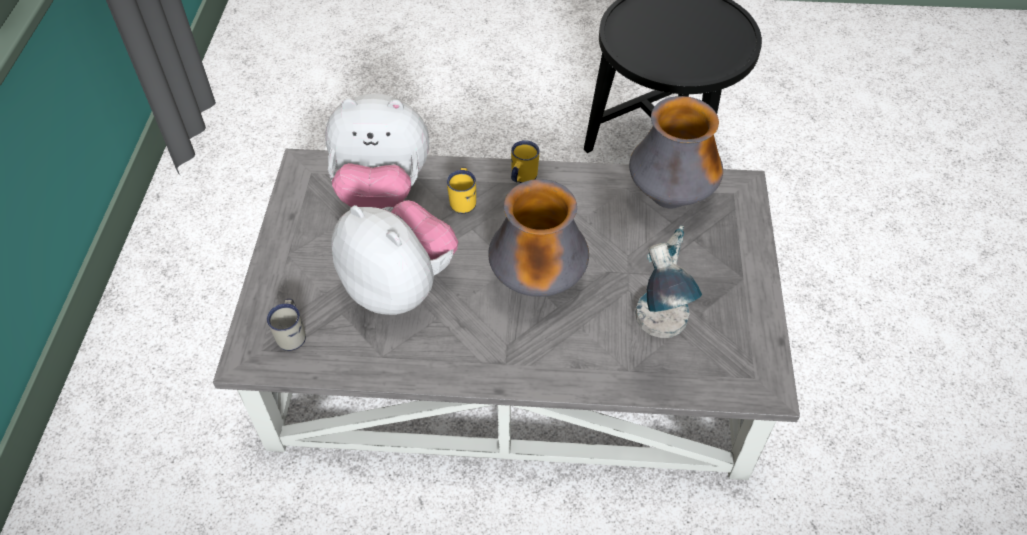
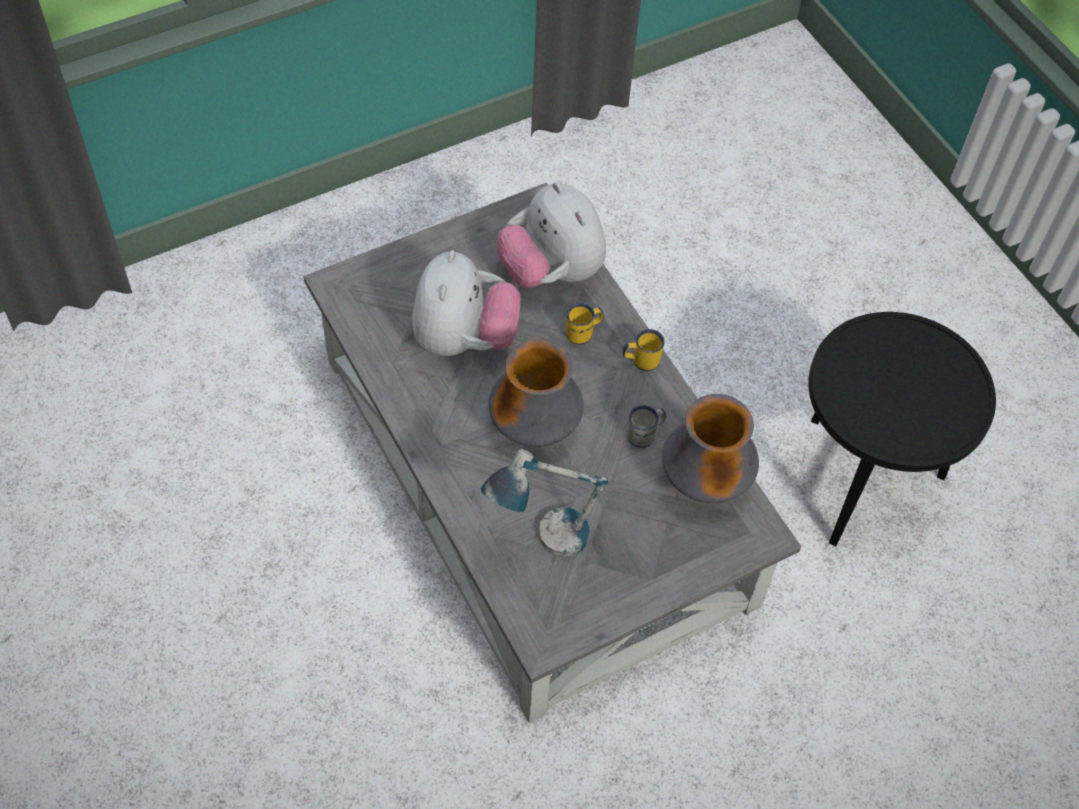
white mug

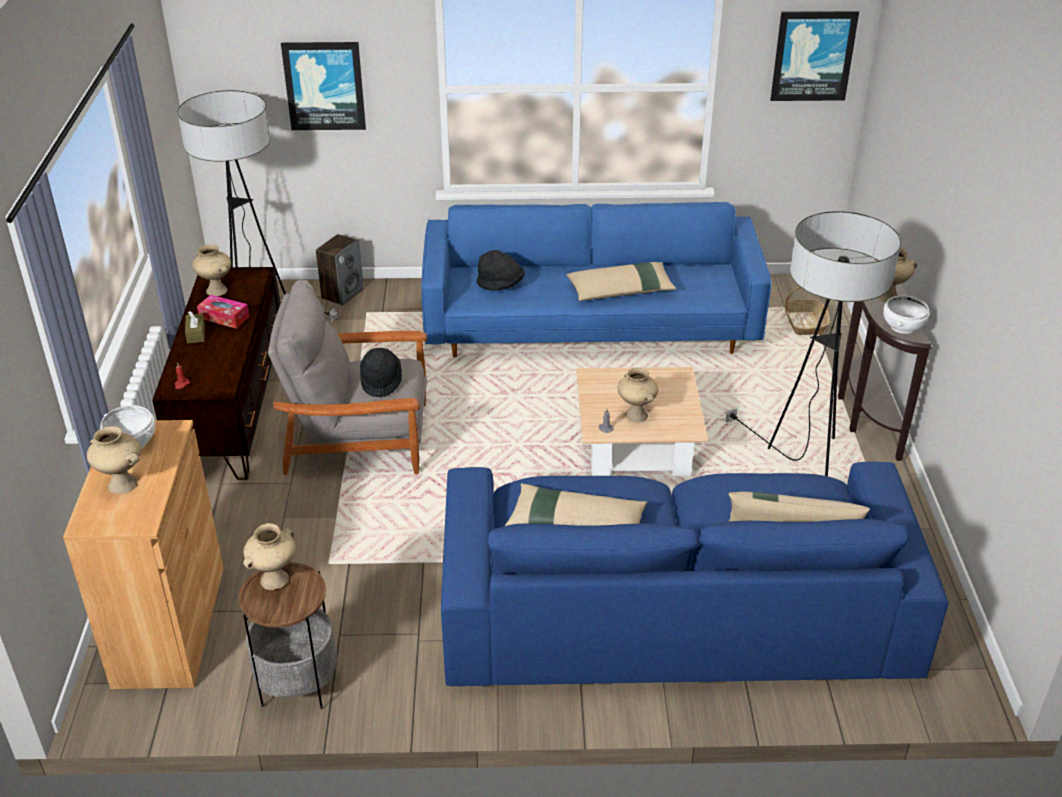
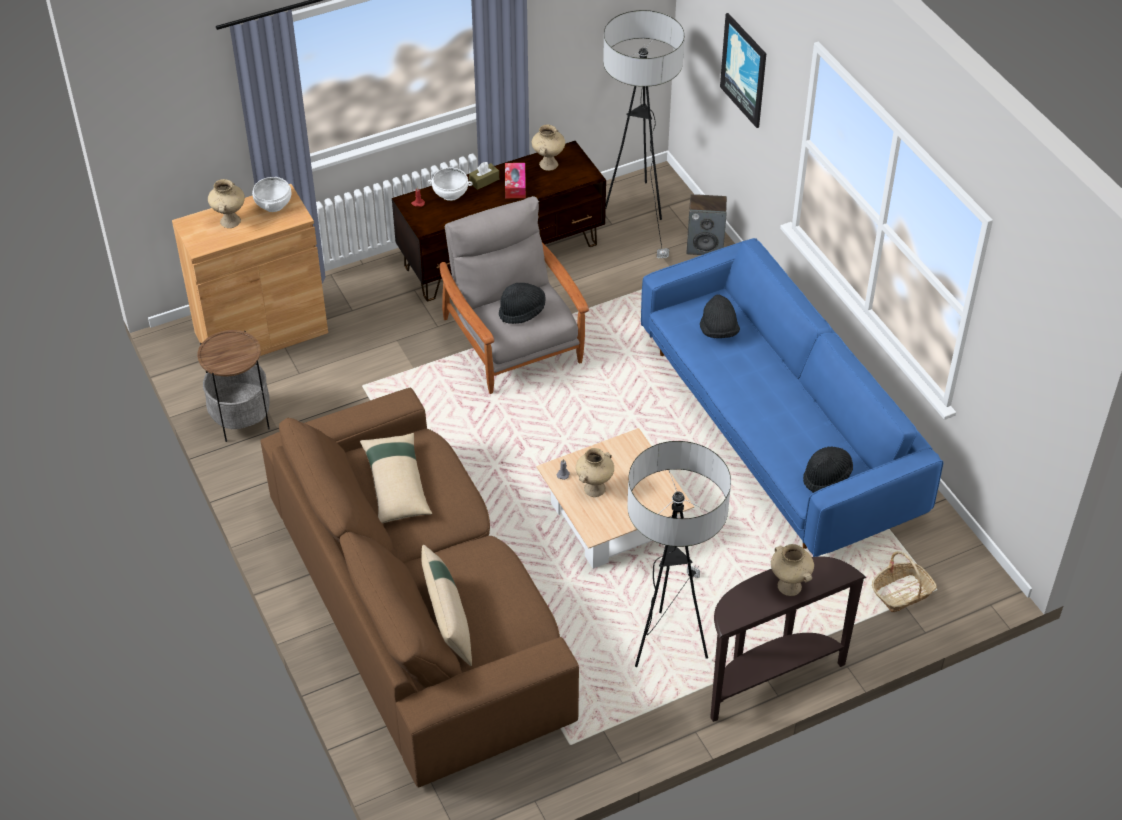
beige vase (3rd from left in the first image)
beige pillow (2nd from left in the first image)
picture (2nd from left in the first image)
black hat (3rd from left)
white bowl (2nd from left)
brown sofa

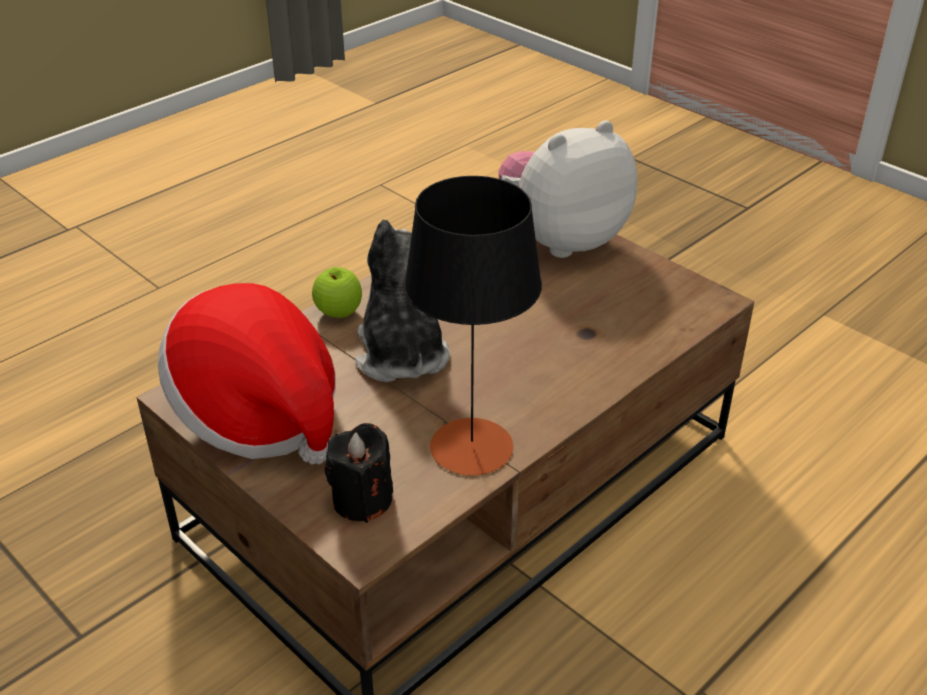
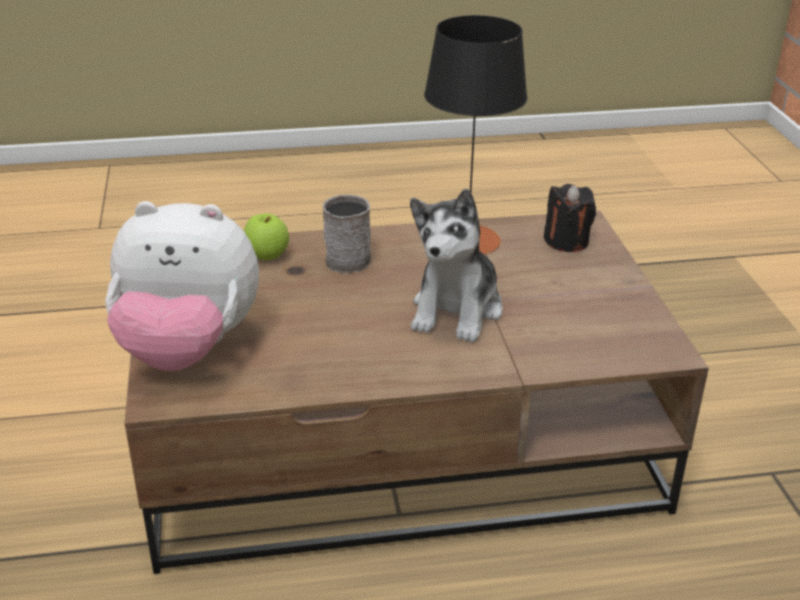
hat
grey mug
apple

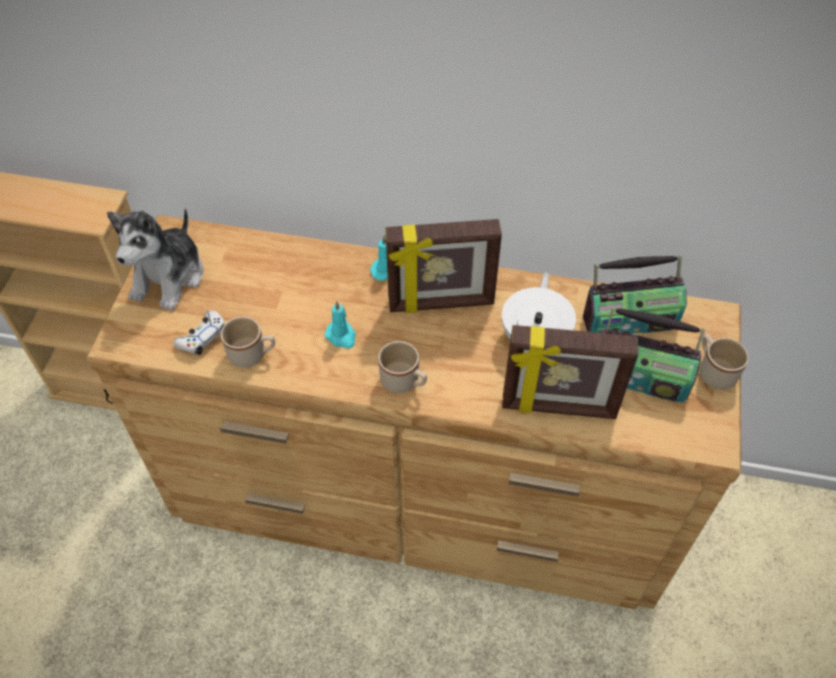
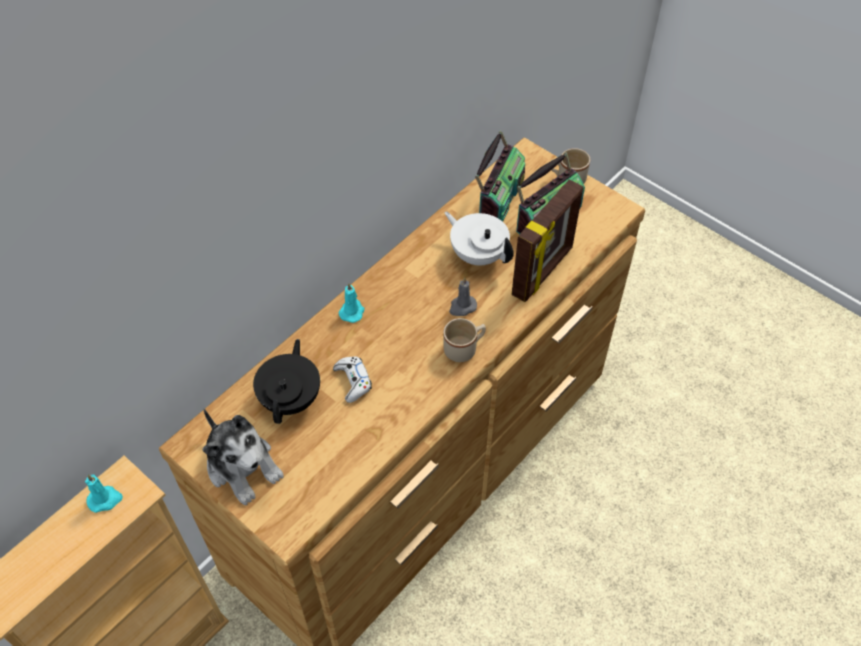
beige mug (1st from left in the first image)
picture frame (1st from left in the first image)
black teapot
grey candle
white game controller
turquoise candle (1st from left)

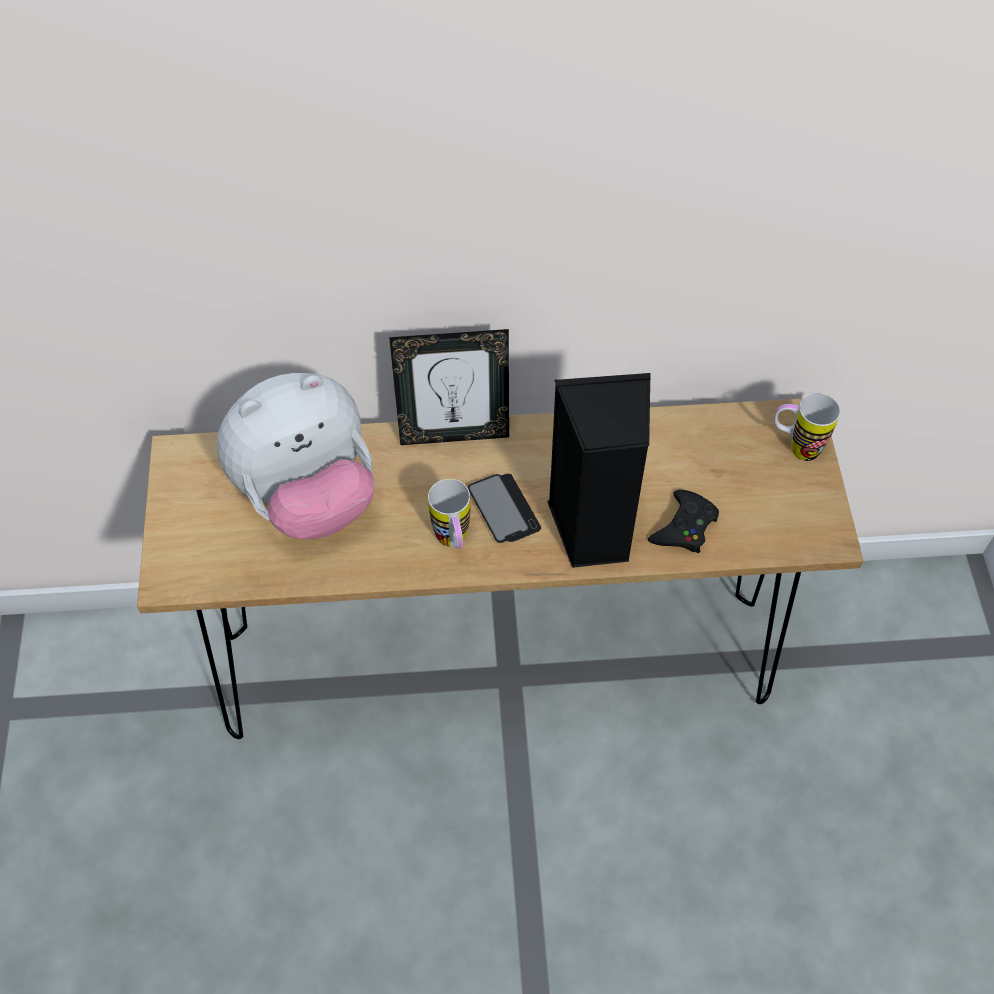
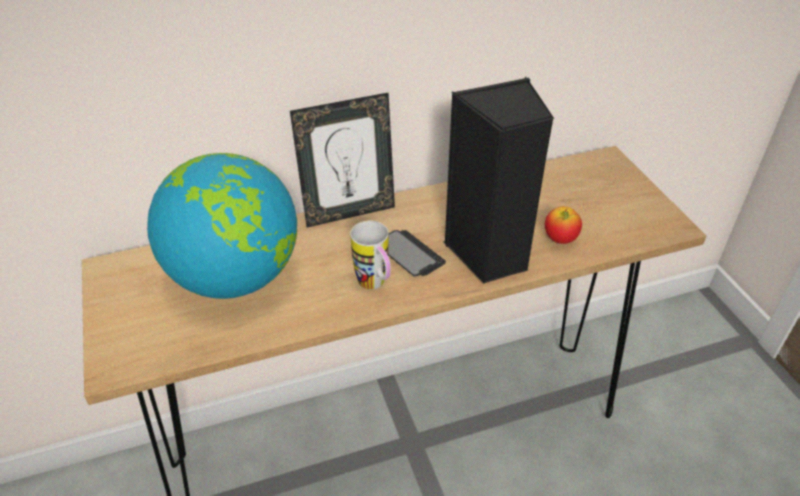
mug (2nd from left in the first image)
globe
apple

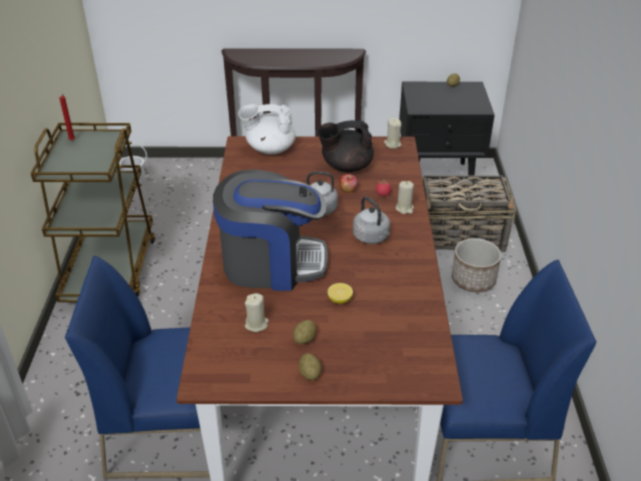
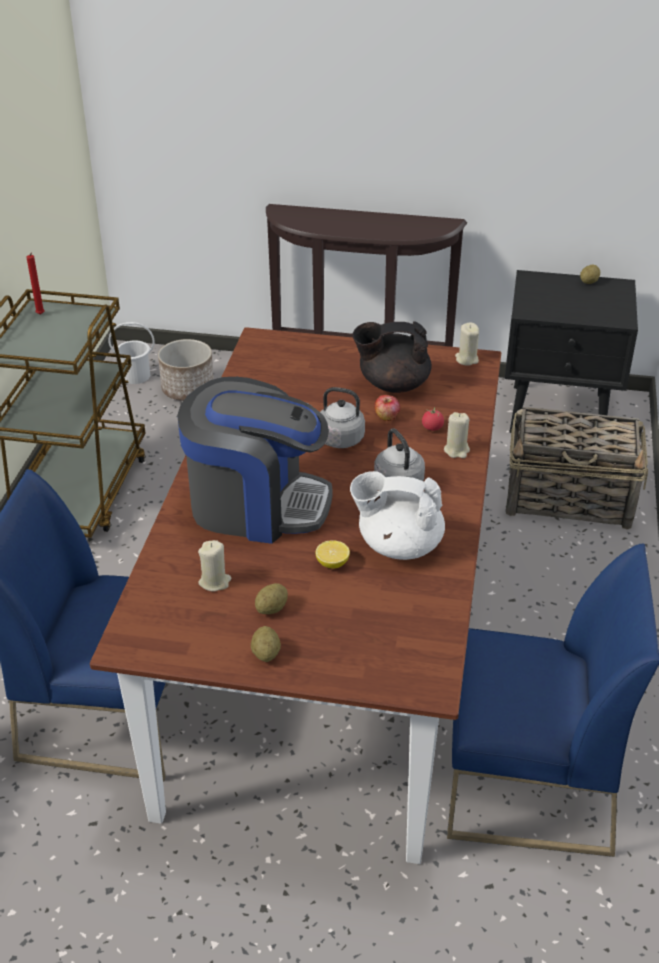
white teapot
planter

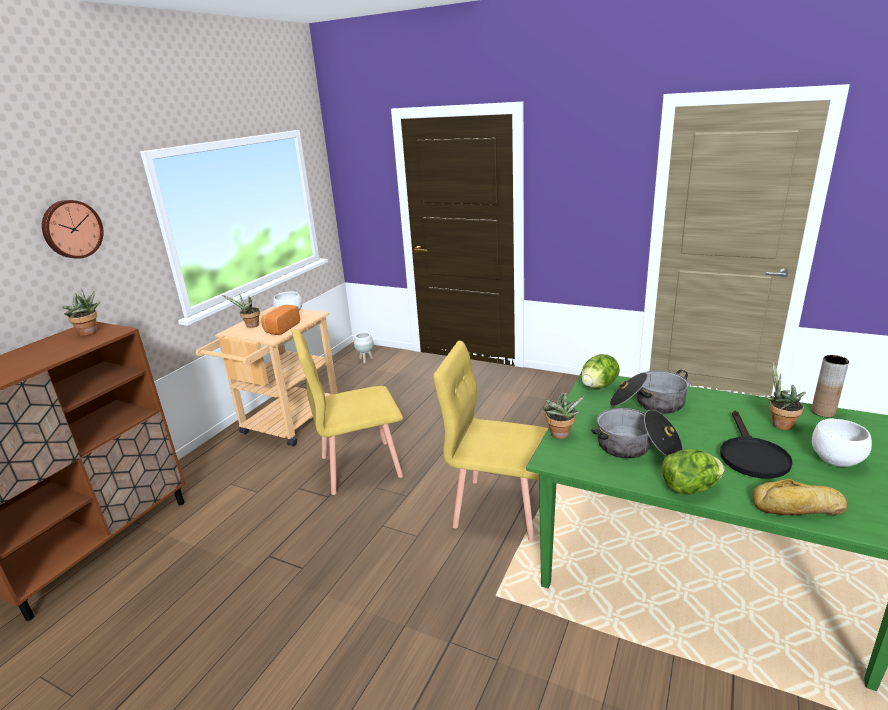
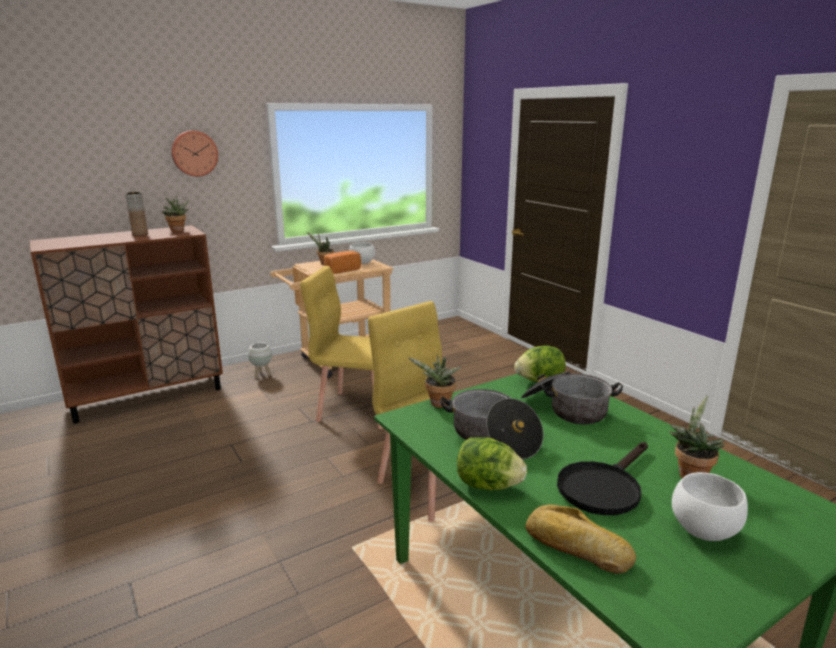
white planter
brown vase

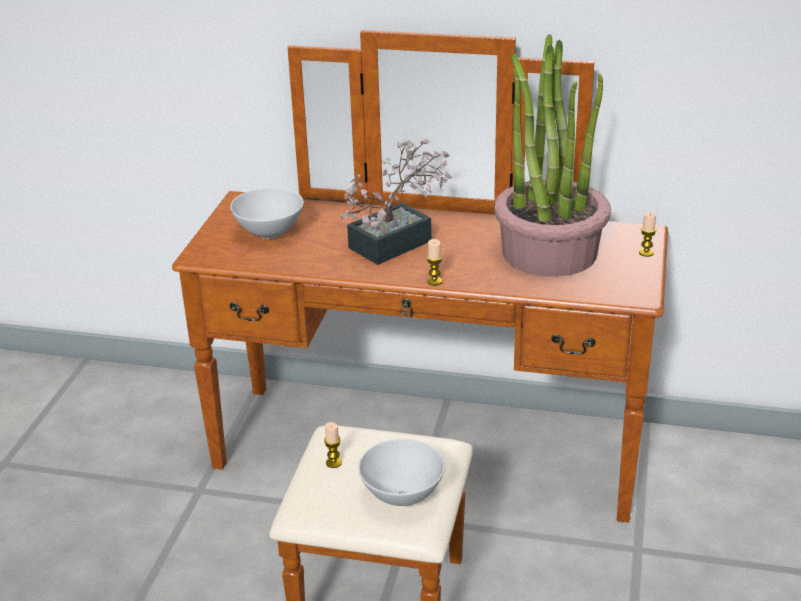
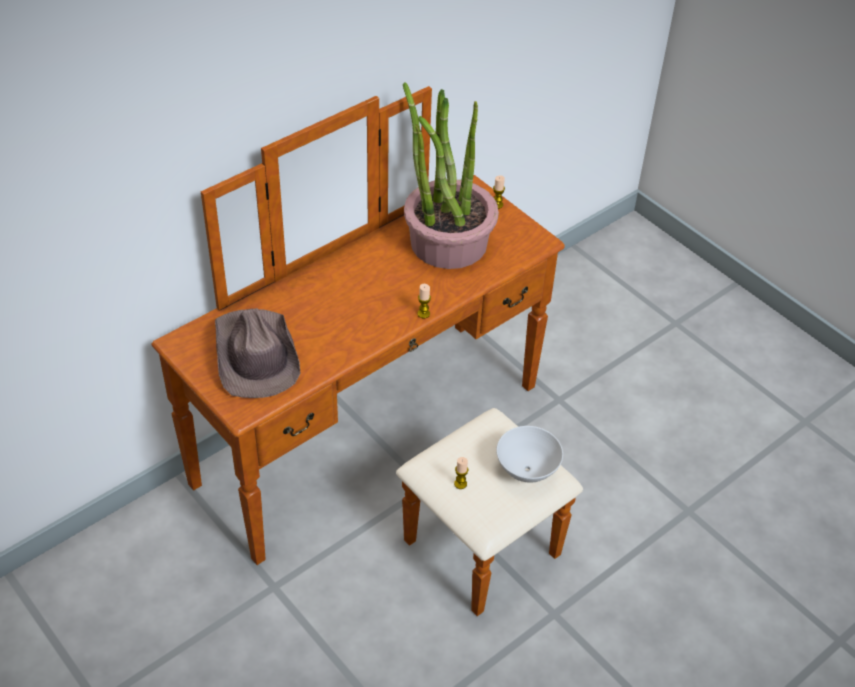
potted plant (1st from left in the first image)
brown hat

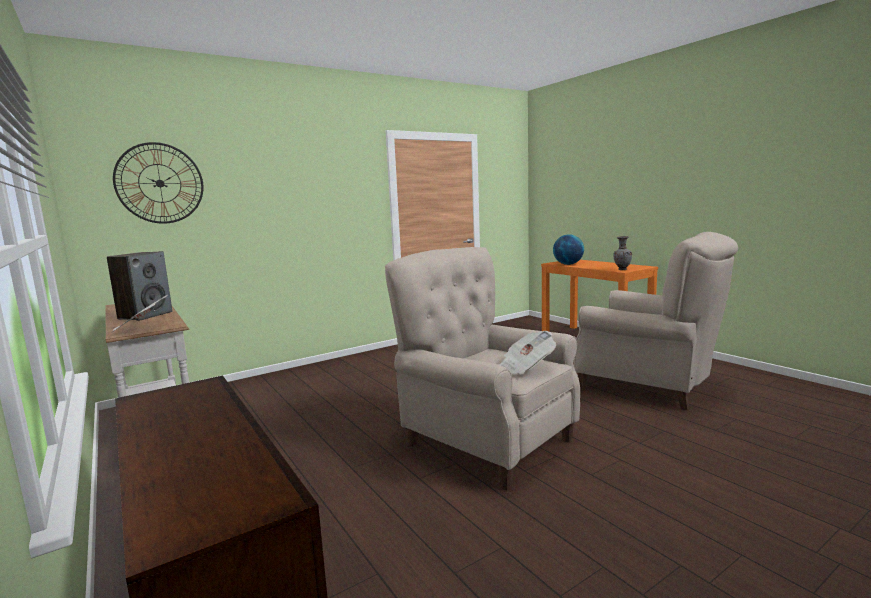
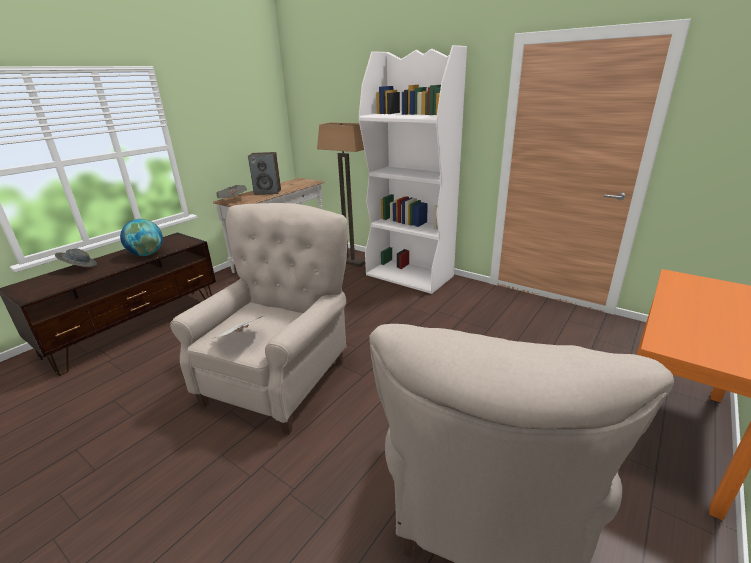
wall clock
grey vase
grey hat
floor lamp
white bookcase
globe

